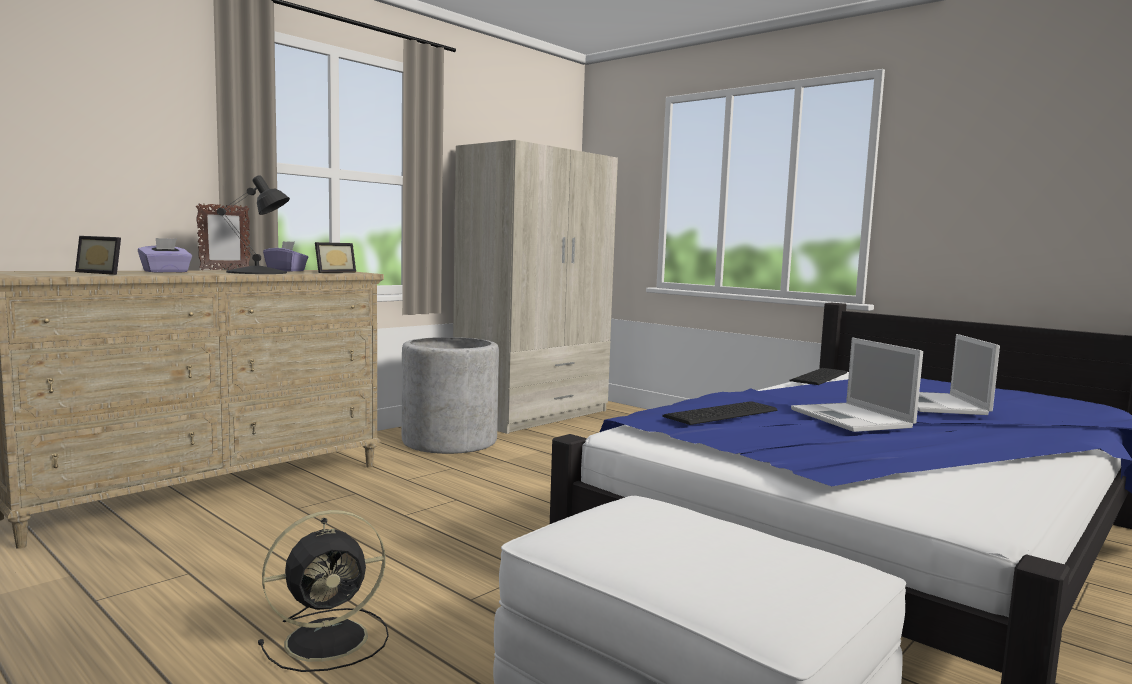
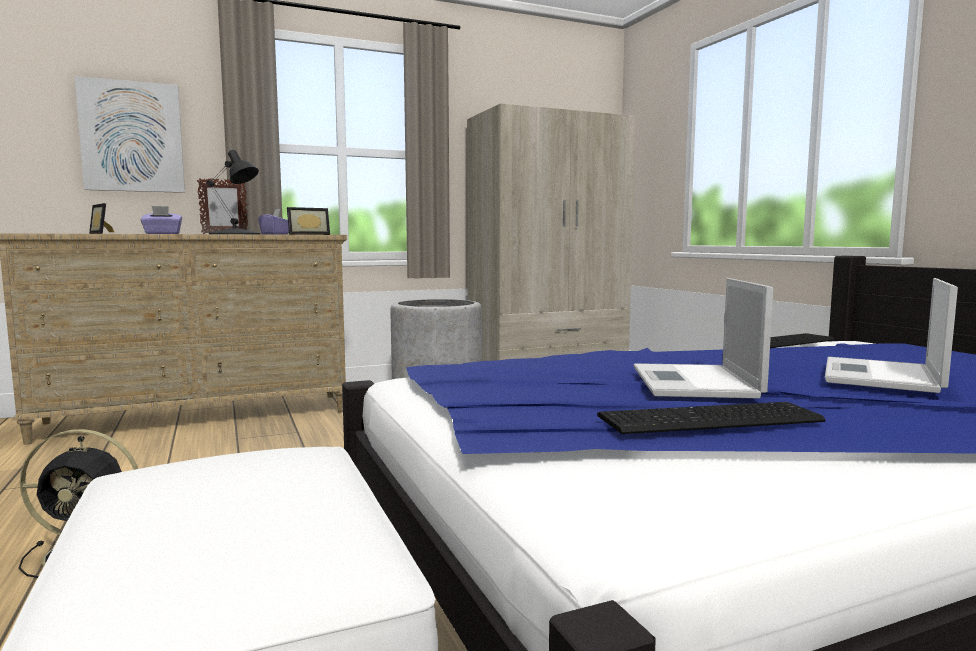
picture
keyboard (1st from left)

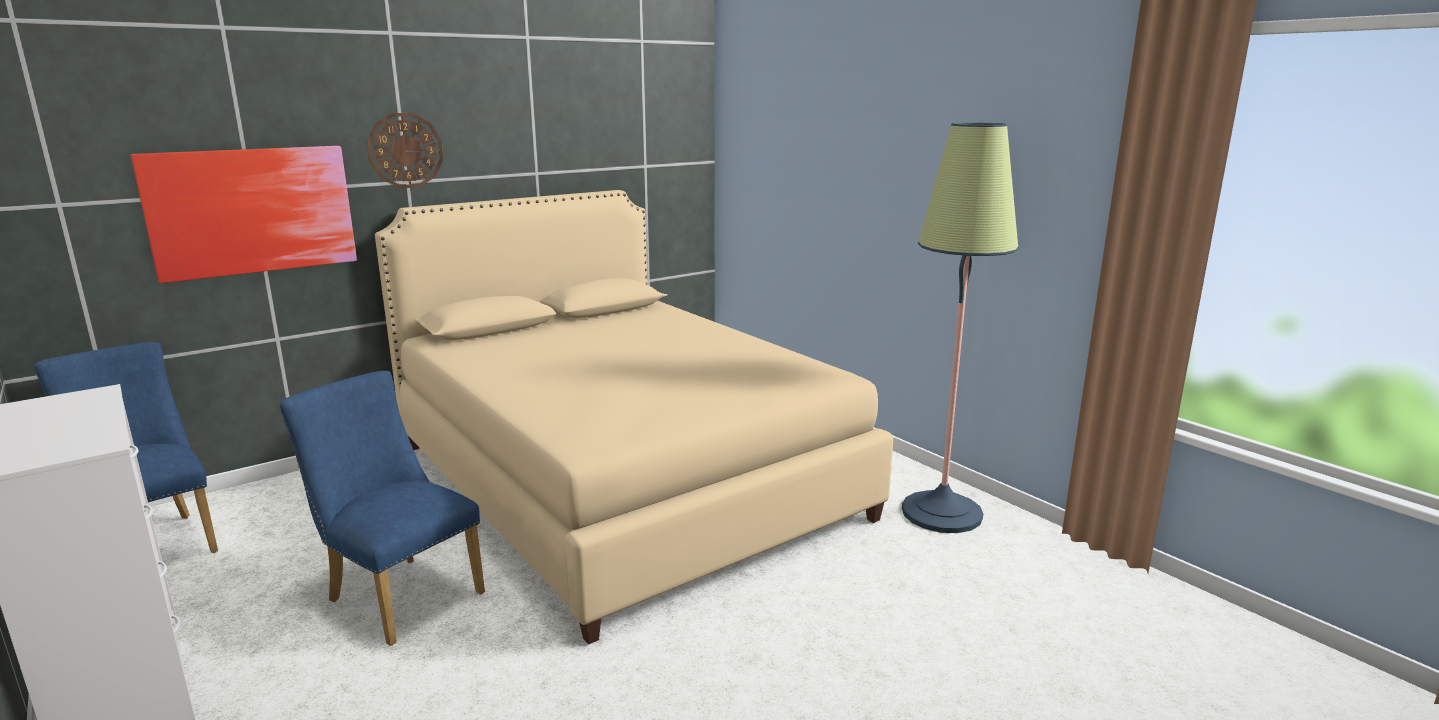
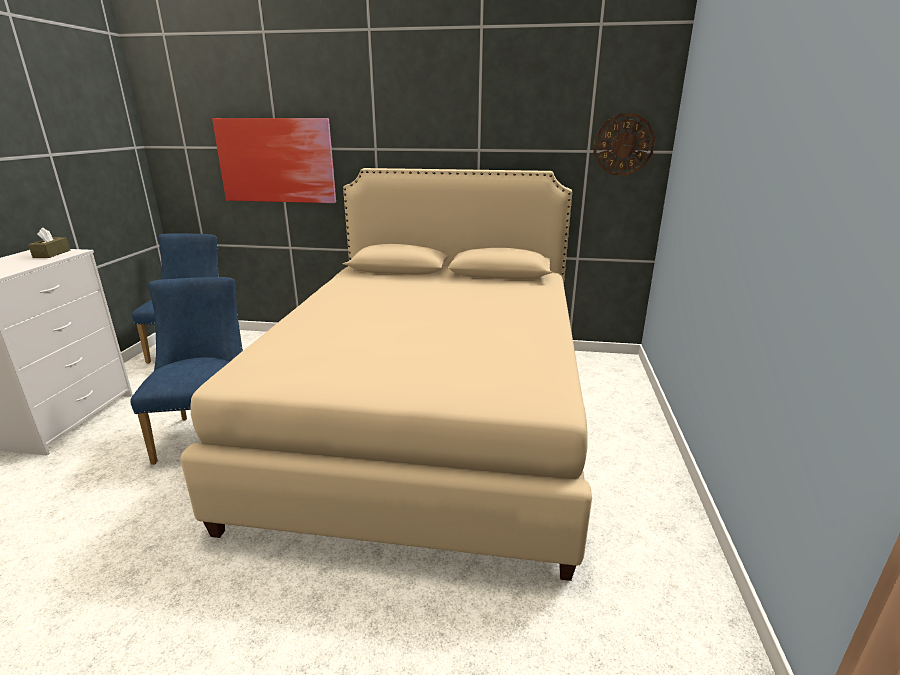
floor lamp
brown tissue box
wall clock

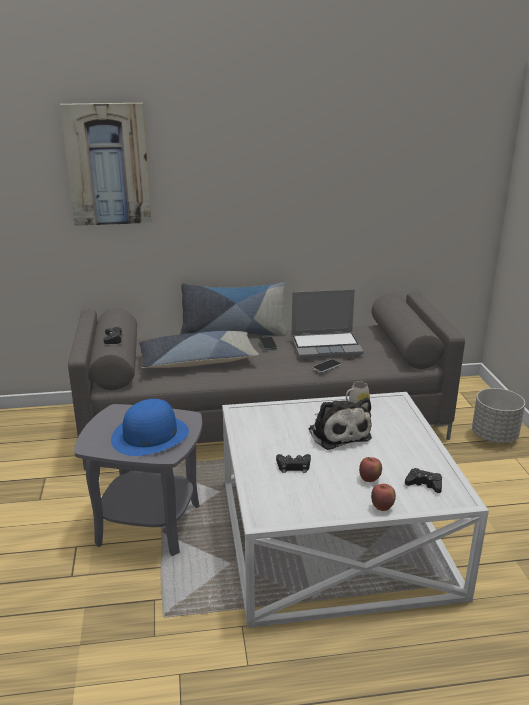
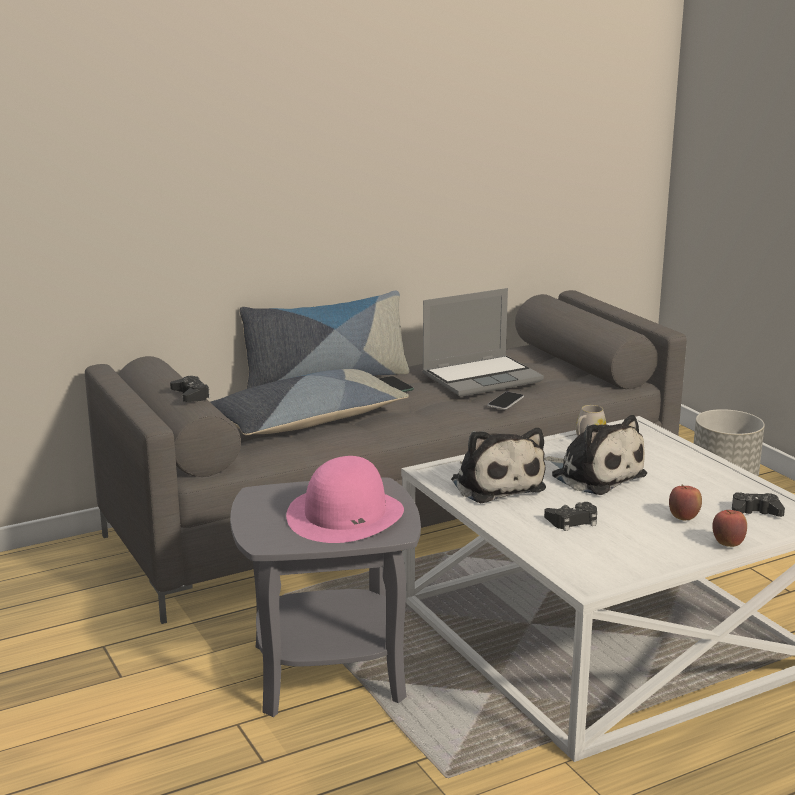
picture
plush toy (1st from left)
pink hat

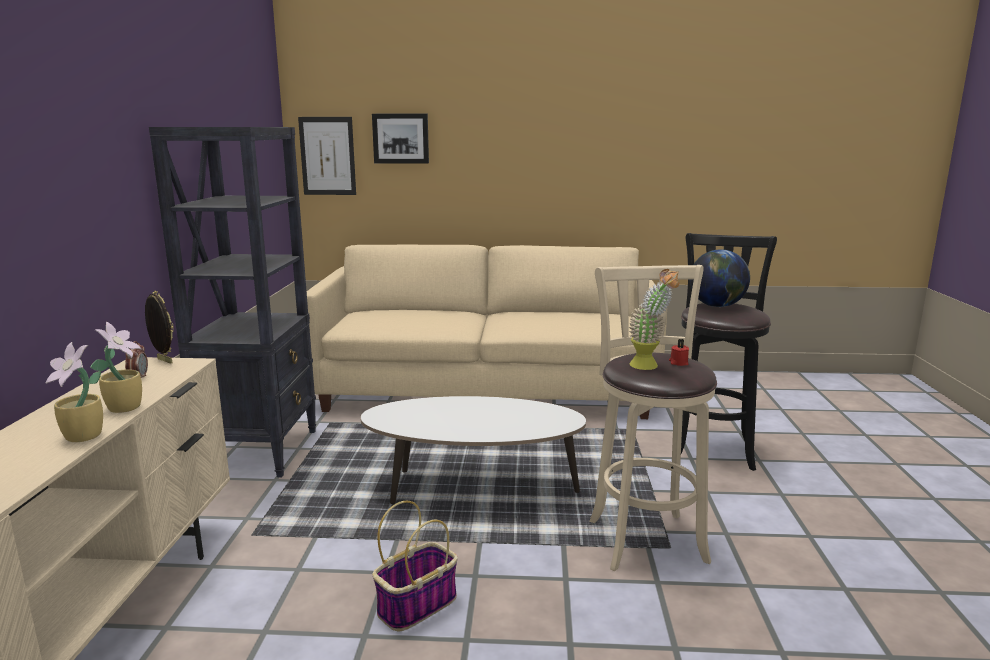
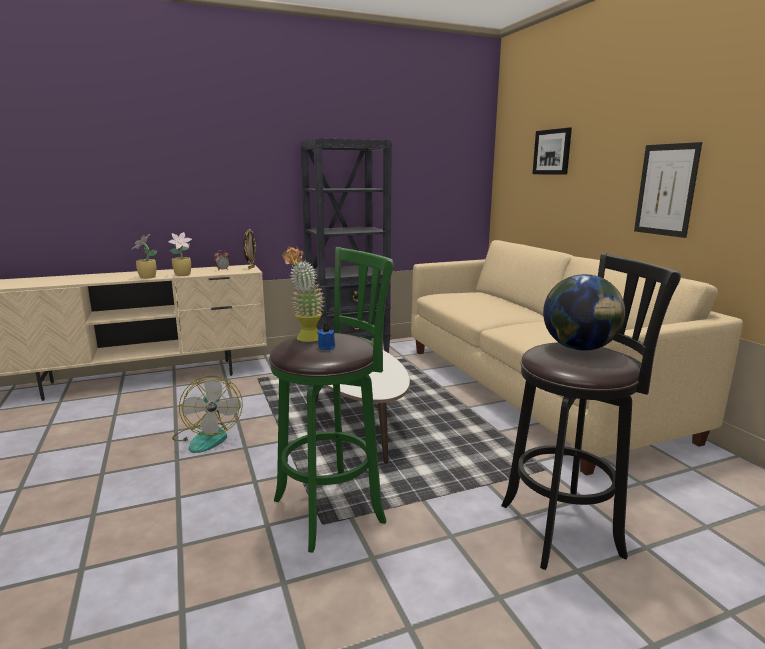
picture (2nd from left)
fan
green stool
blue candle

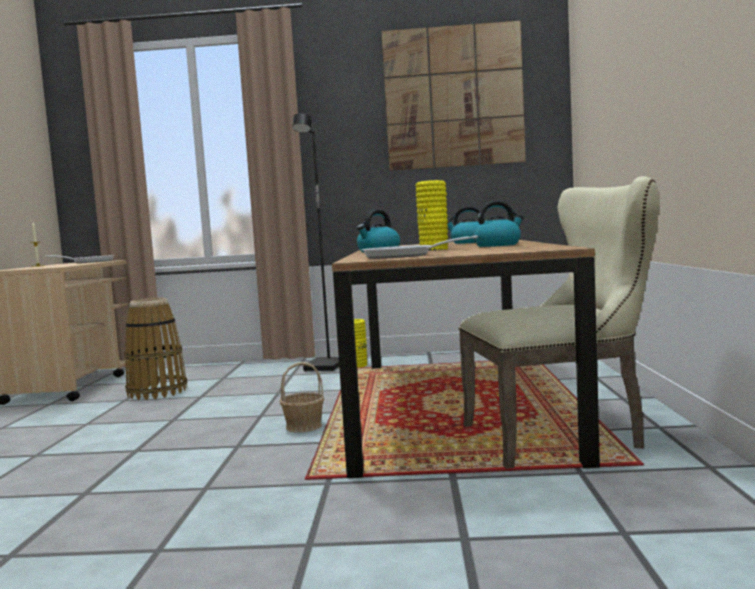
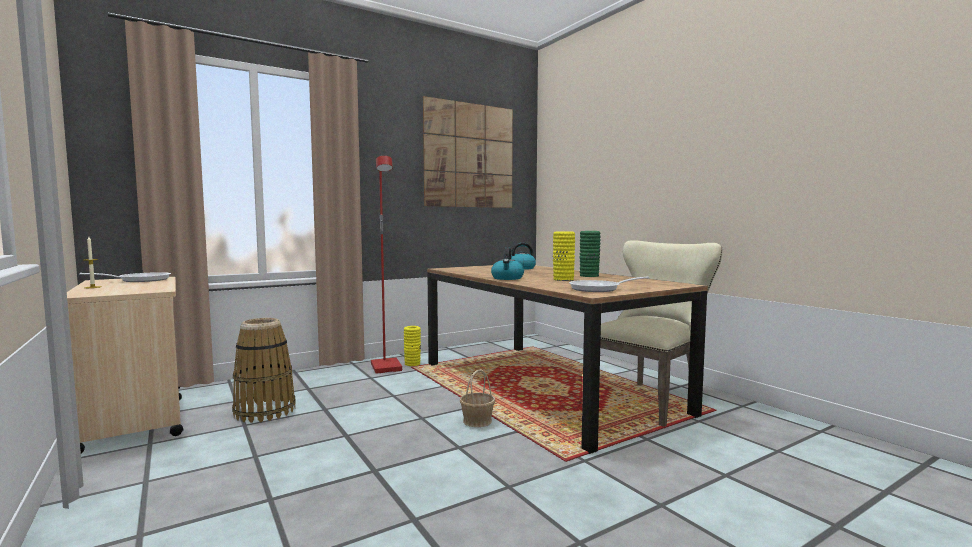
green vase
red floor lamp

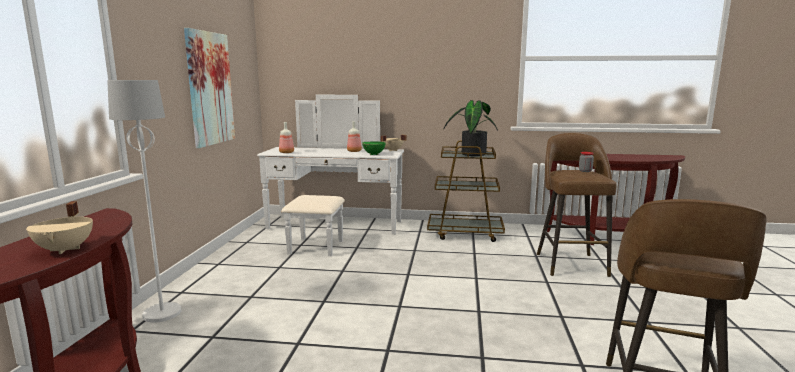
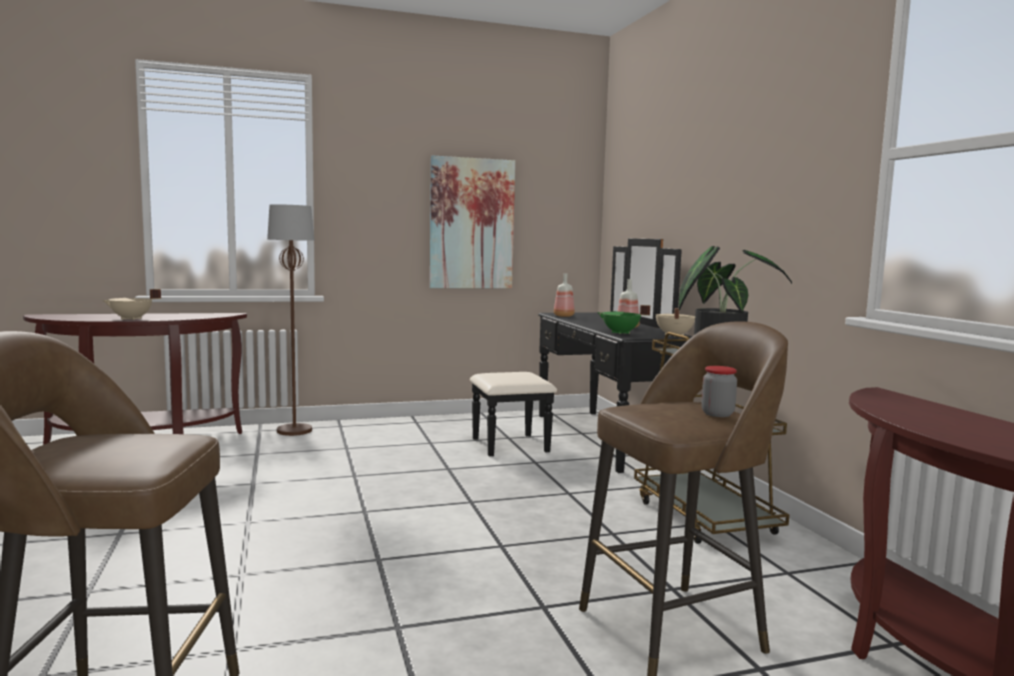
brown floor lamp
black dresser

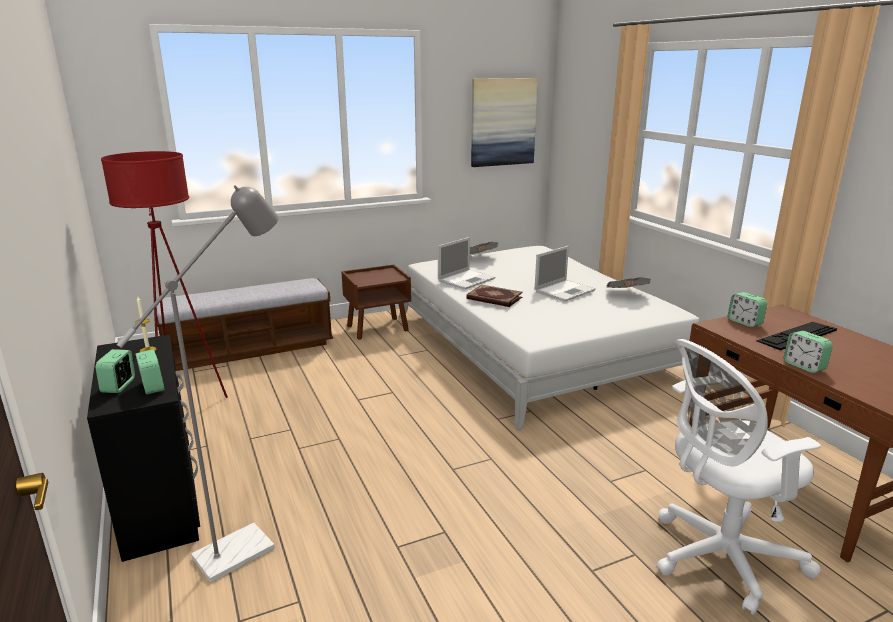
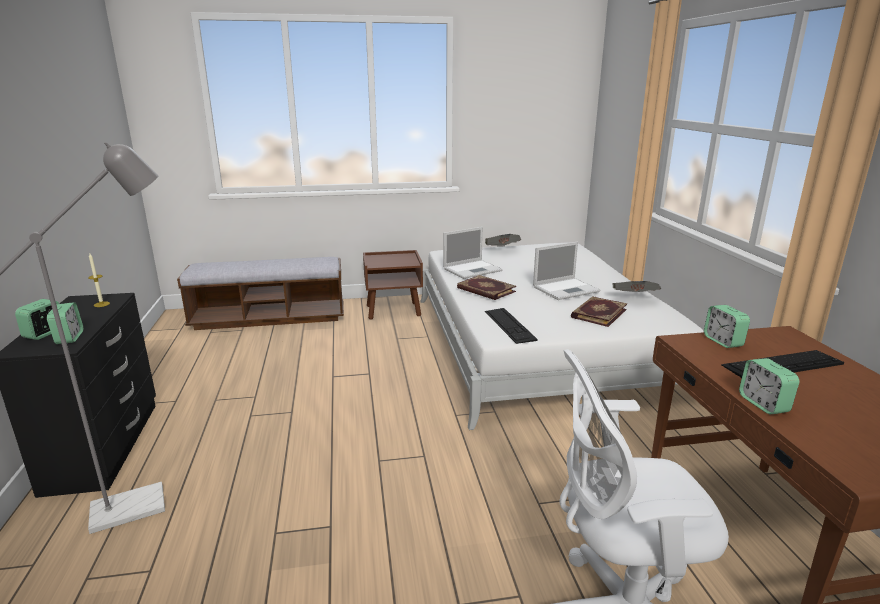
red floor lamp
picture
keyboard (1st from left)
book (2nd from left)

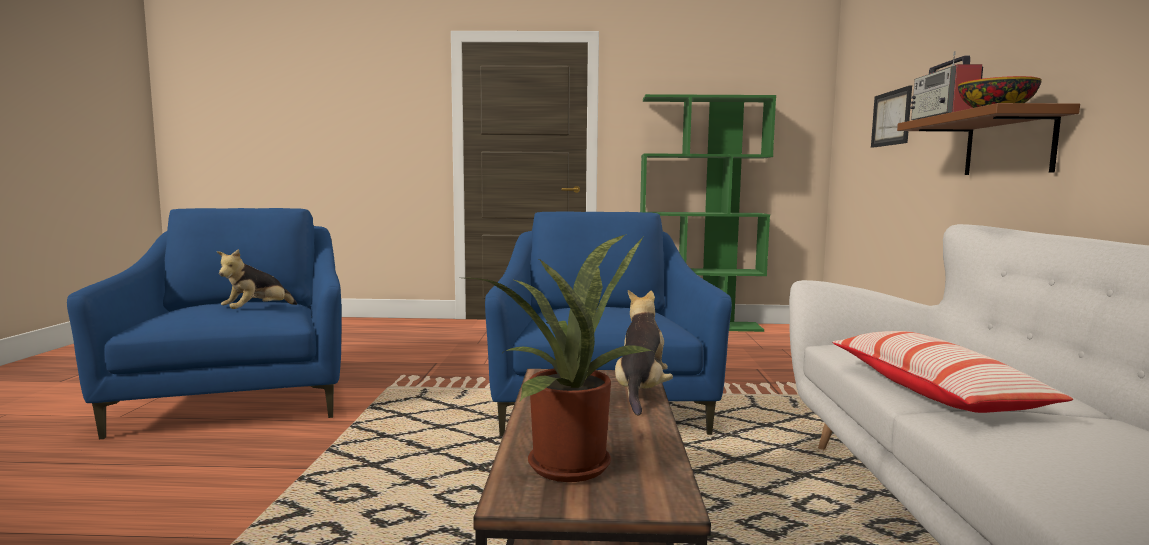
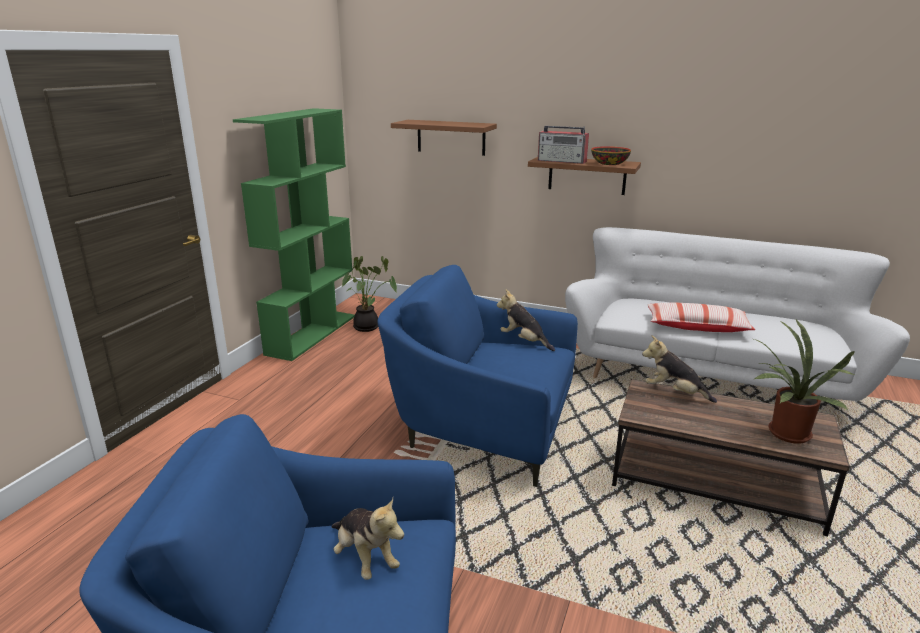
potted plant (1st from left)
plush toy (2nd from left)
brown shelf (1st from left)

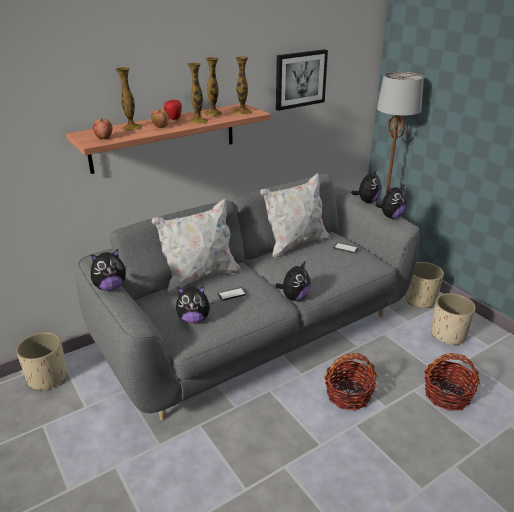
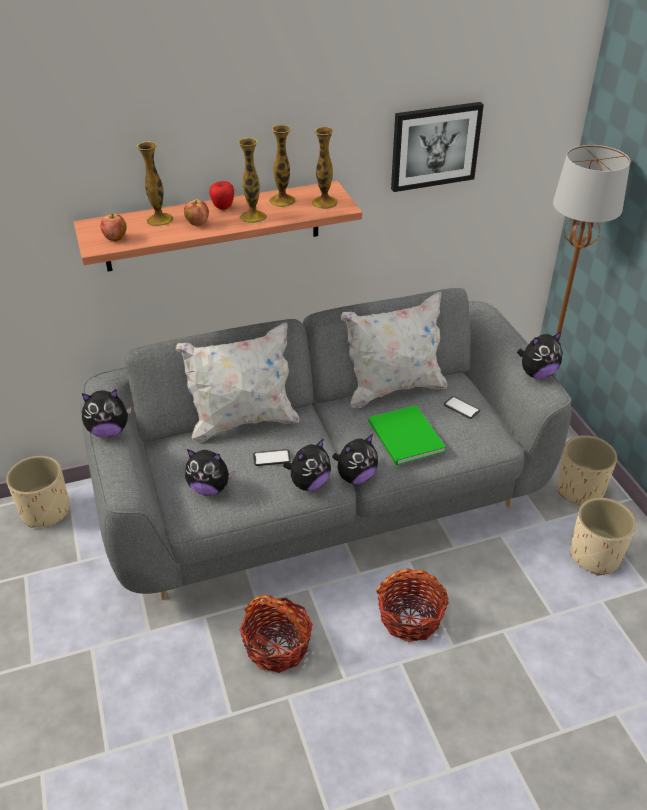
green book
plush toy (3rd from left)
basket (1st from left)

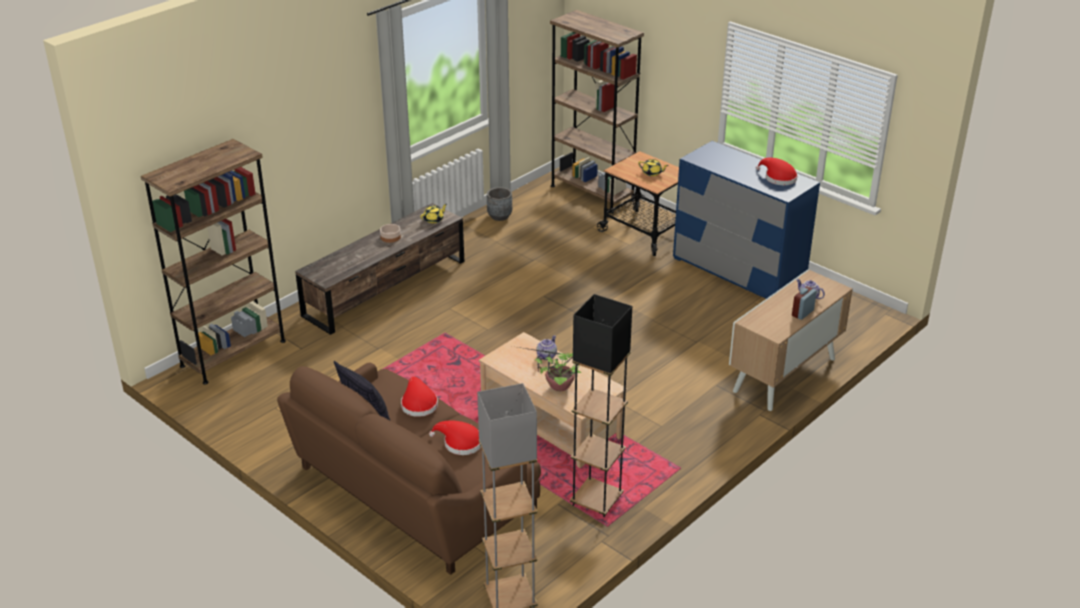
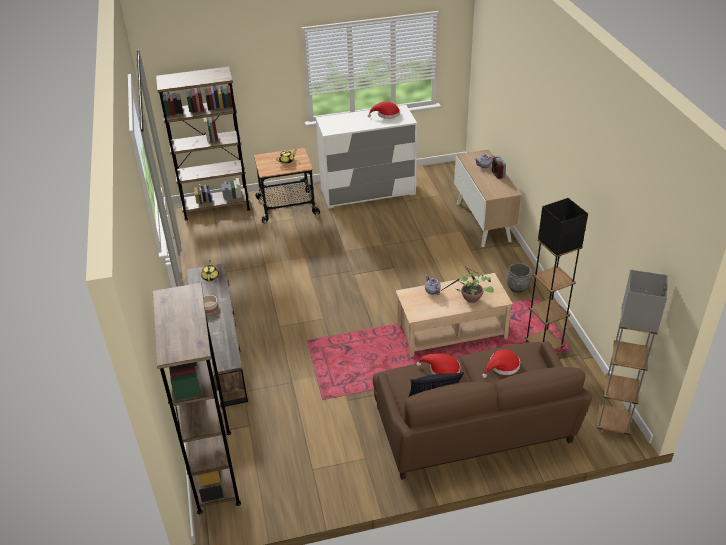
grey planter
white dresser

